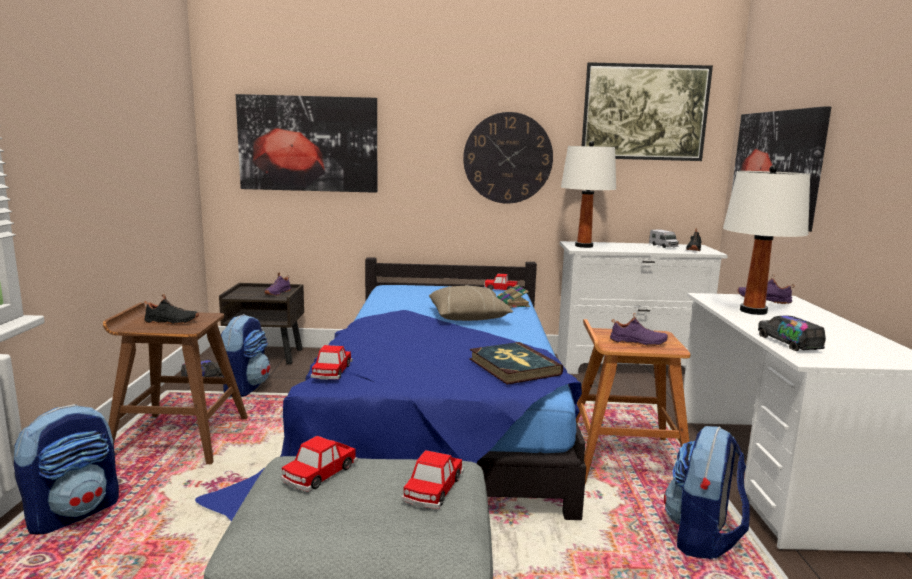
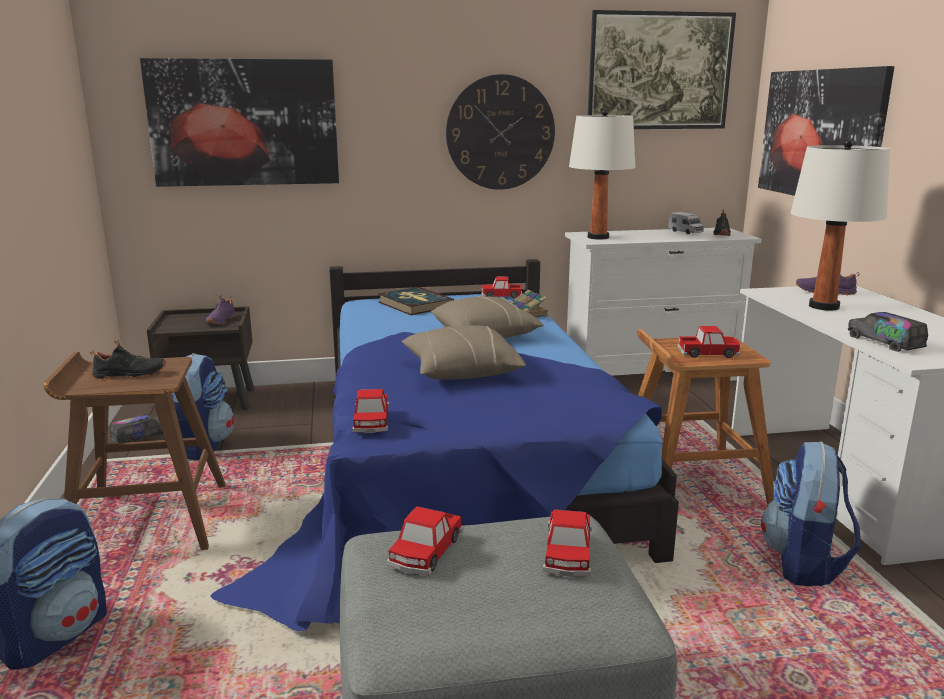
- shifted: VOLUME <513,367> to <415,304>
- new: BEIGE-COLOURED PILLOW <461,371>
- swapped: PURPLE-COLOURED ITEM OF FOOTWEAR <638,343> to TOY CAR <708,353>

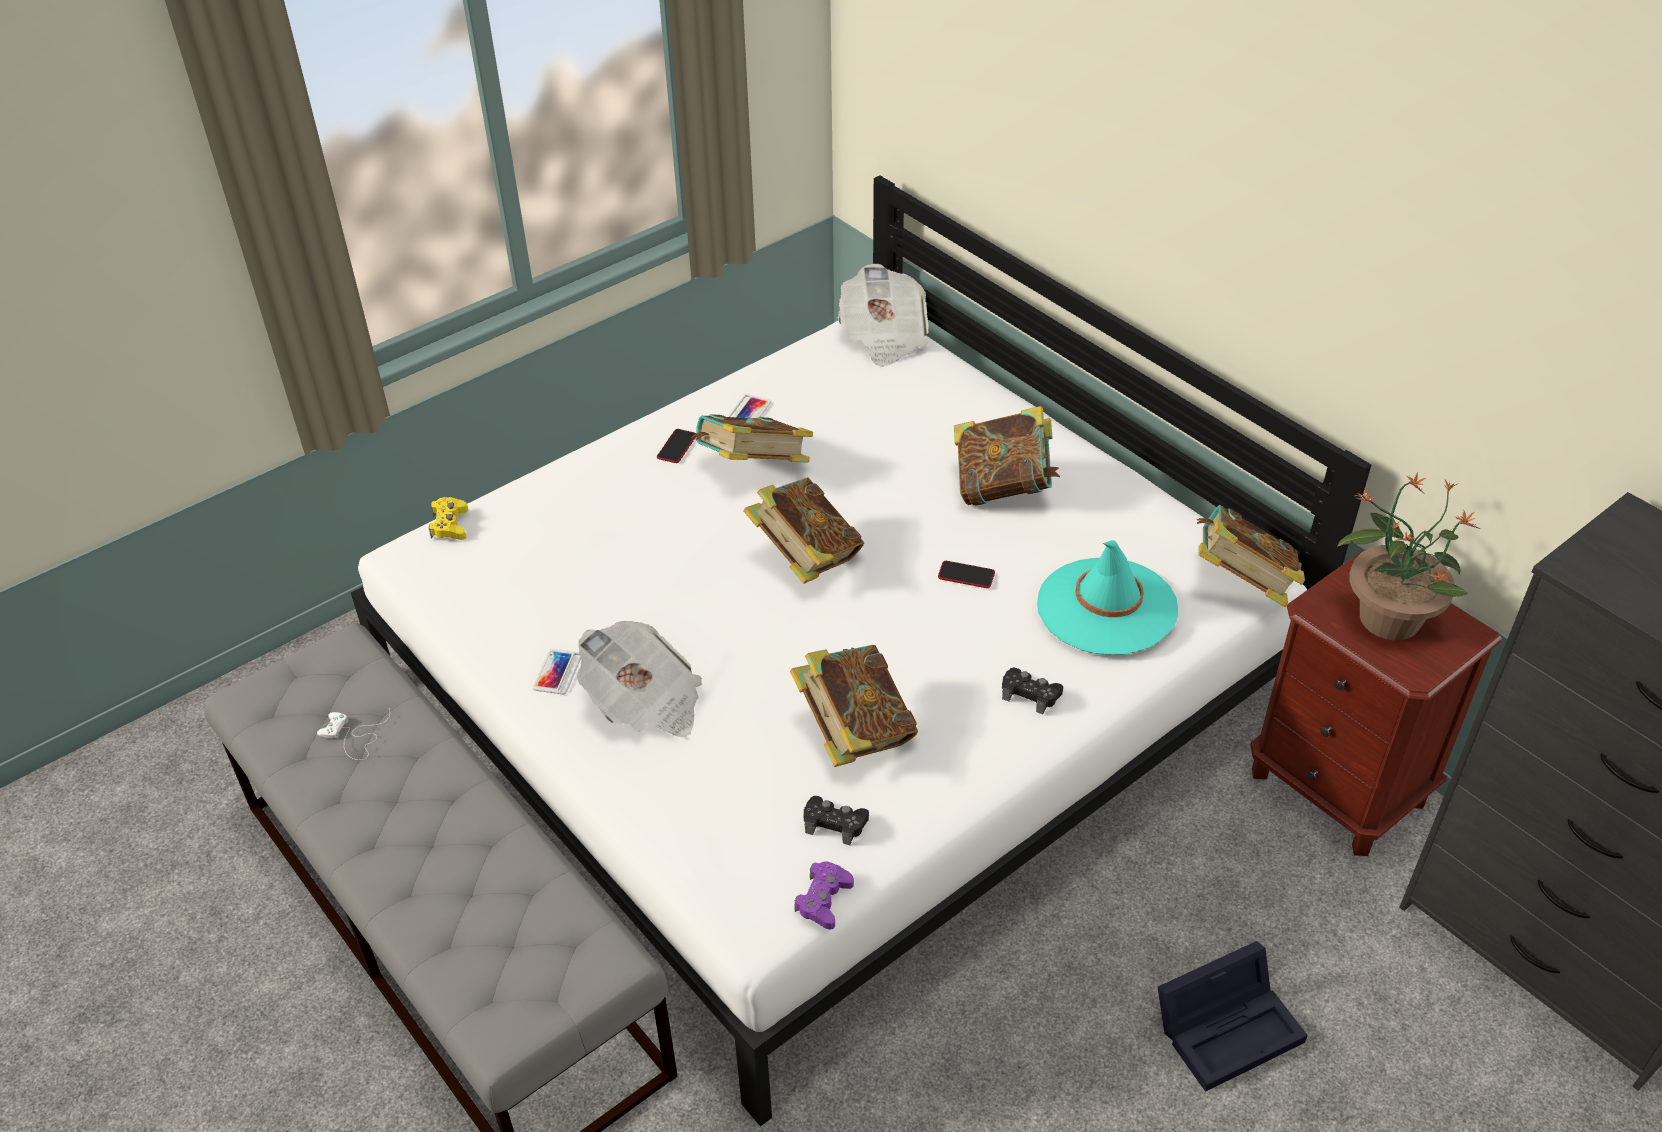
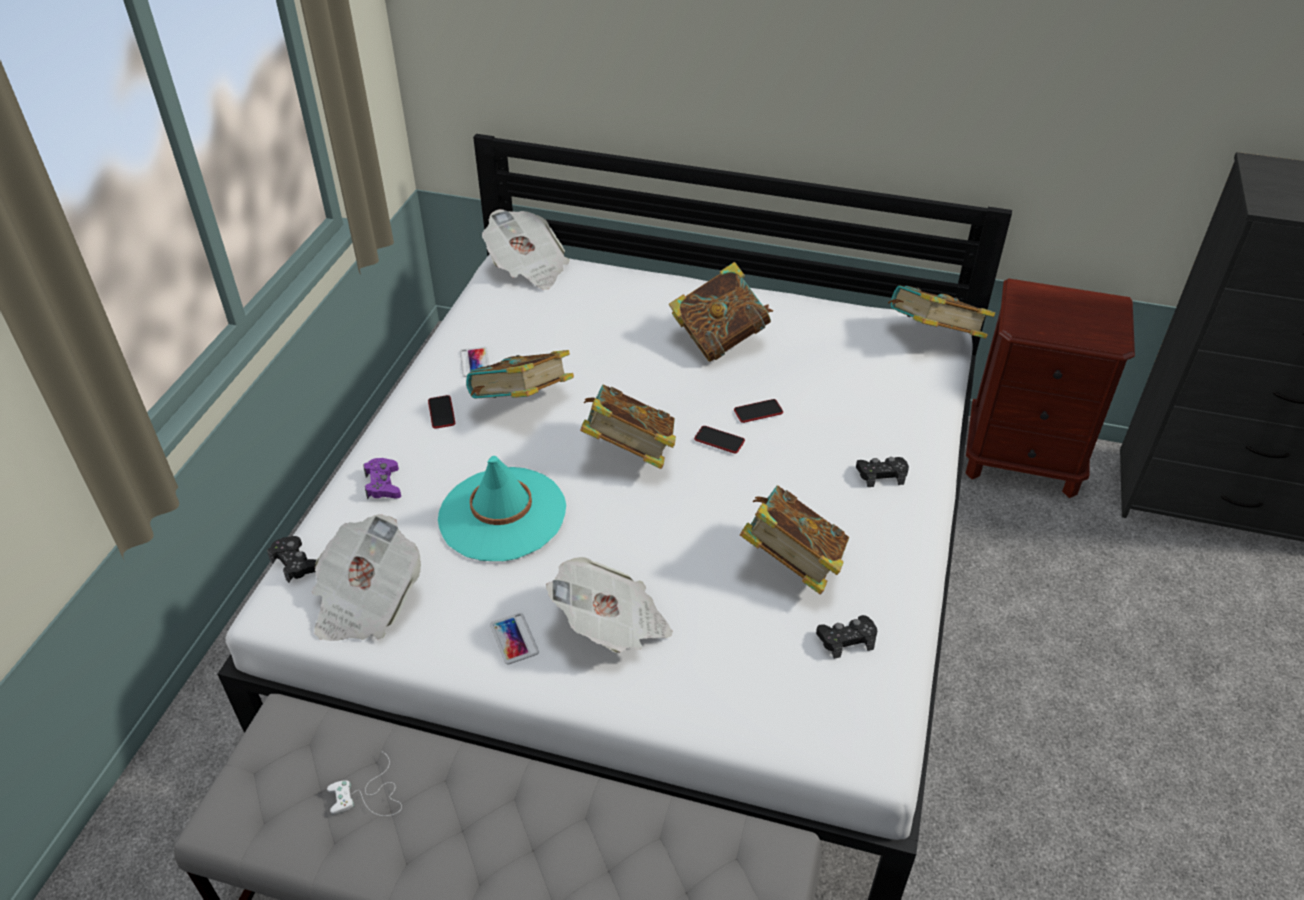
- repainted: YELLOW-COLOURED GAMEPAD <450,525> to BLACK-COLOURED GAMEPAD <295,563>
- new: NEWSPAPER <366,601>
- shifted: PURPLE-COLOURED GAMEPAD <823,900> to <383,484>
- shifted: BLUE-GREEN CLOTHING HAT <1106,607> to <502,514>
- new: TELEPHONE <719,440>
- gone: BLACK-COLOURED STORAGE BOX <1230,1026>
- gone: PLANT IN A POT <1388,617>

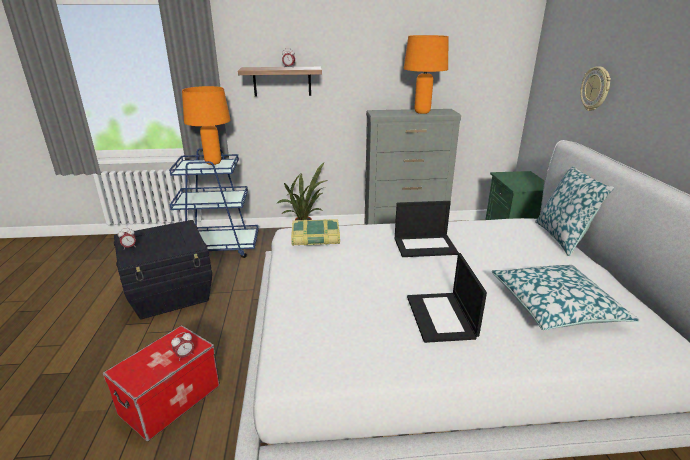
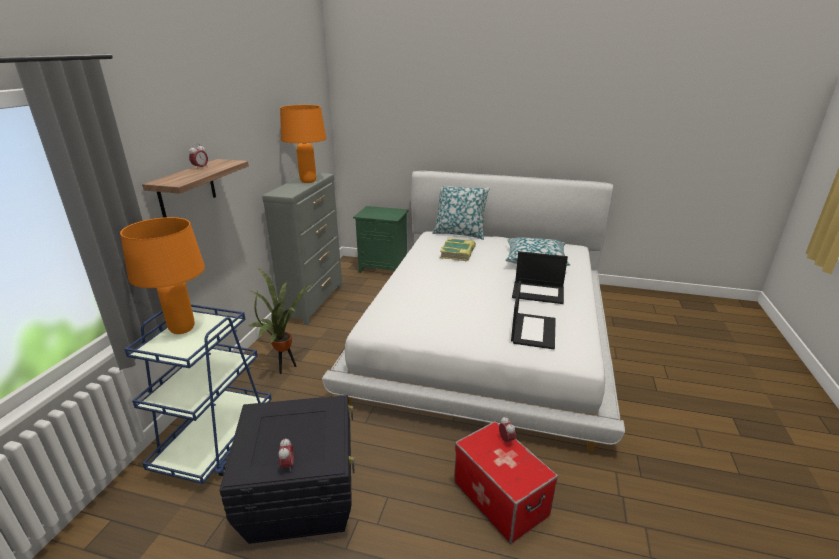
- shifted: VOLUME <315,237> to <458,253>
- shifted: NOTEBOOK COMPUTER <425,245> to <533,330>
- gone: CLOCK ON THE WALL <595,89>

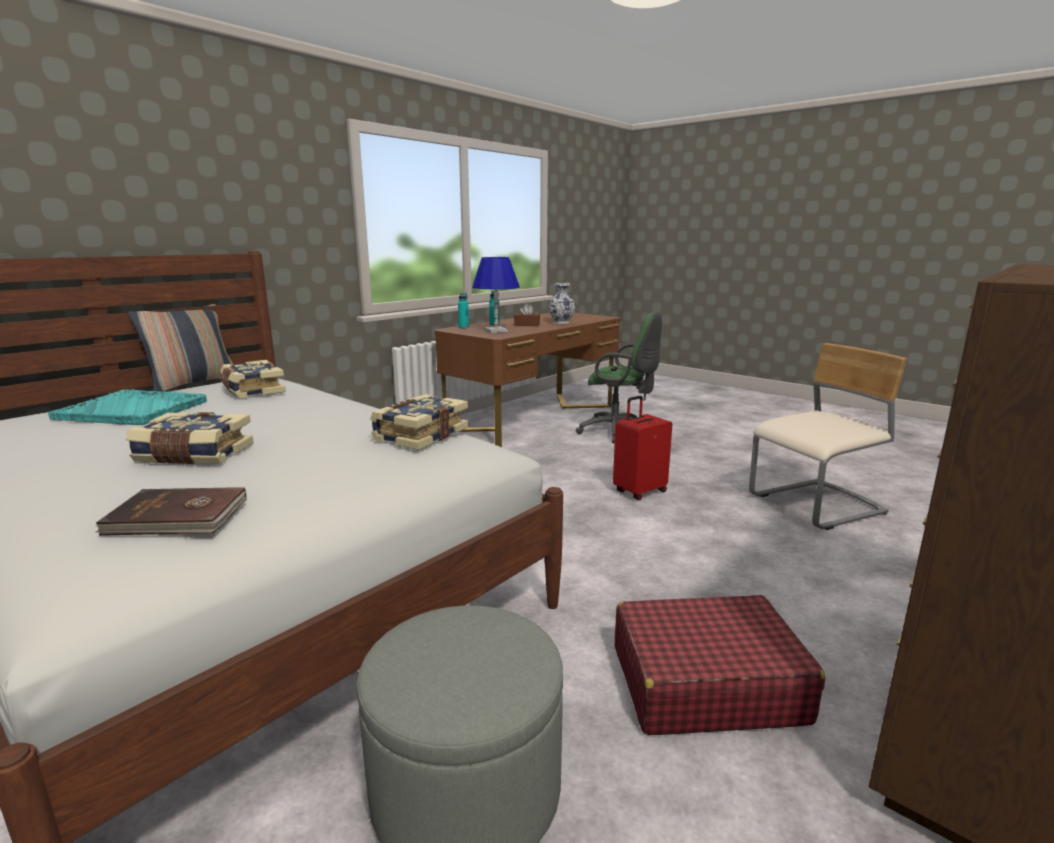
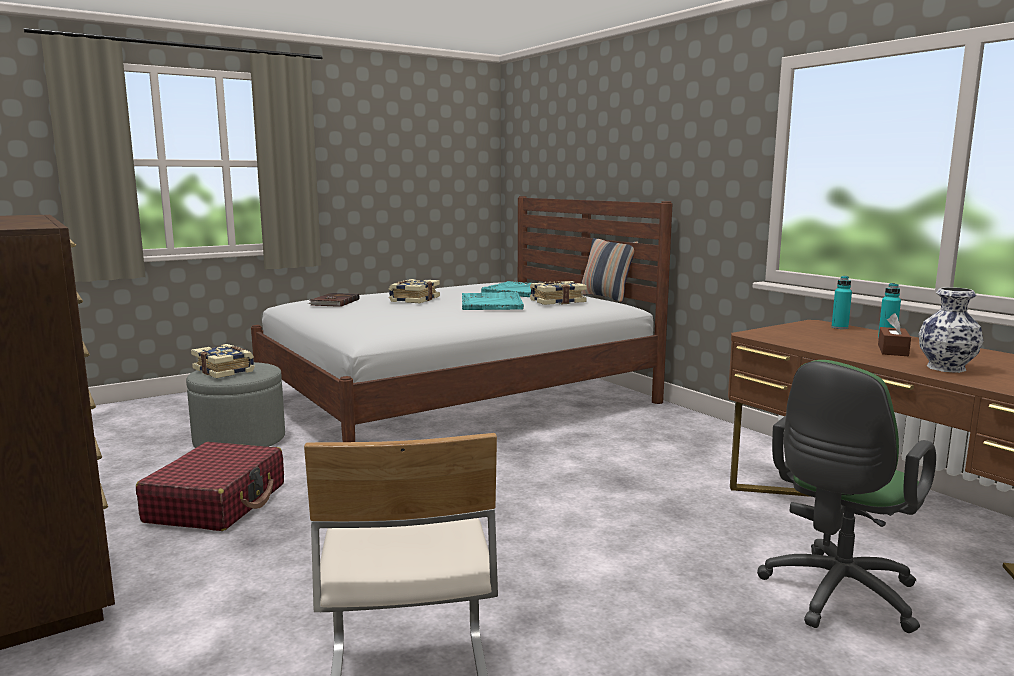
- shifted: VOLUME <420,435> to <225,370>
- new: BLUE-GREEN TRAY <491,303>
- gone: BLUE-COLOURED TABLETOP LAMP <496,331>
- gone: RED TRAVEL CASE <639,491>

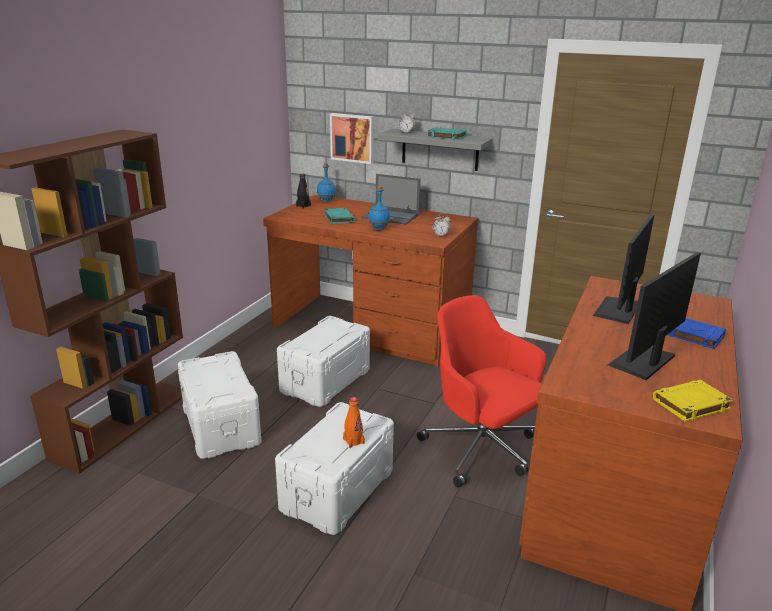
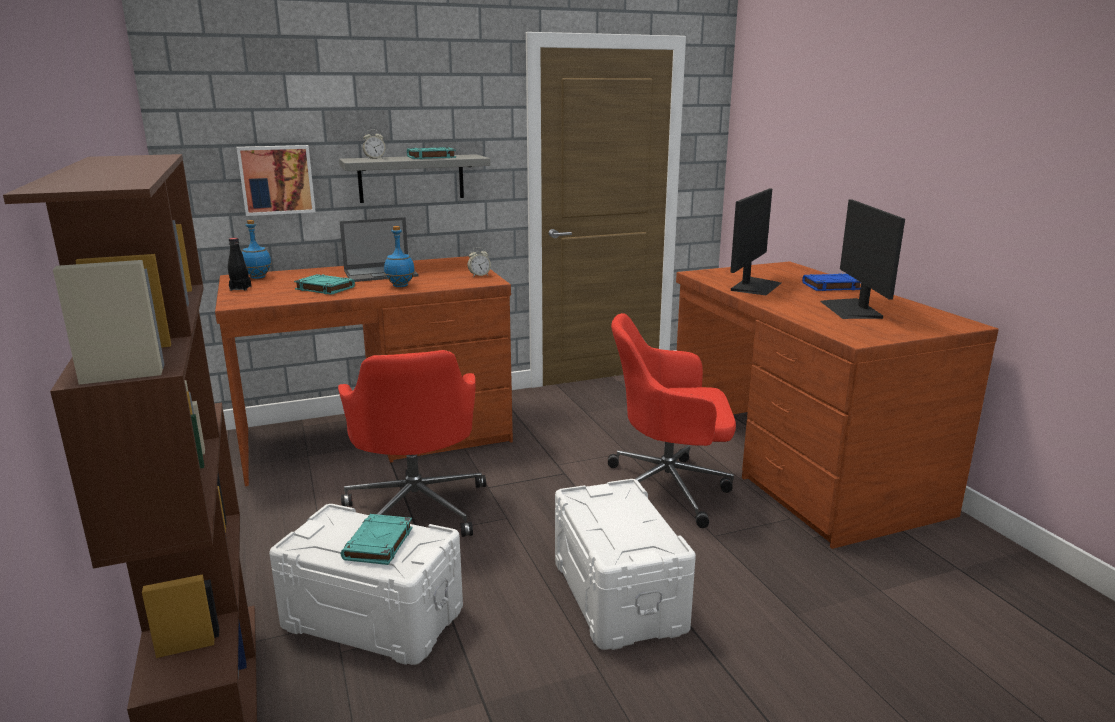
- swapped: WHITE STORAGE BOX <324,380> to RED DESK CHAIR <417,507>
- new: BLUE-GREEN VOLUME <378,544>
- rotated: COMPUTER SCREEN <618,310> = <755,286> 135 degrees counterclockwise
- gone: ORANGE-COLOURED BOTTLE <353,441>
- gone: YELLOW-COLOURED VOLUME <690,404>

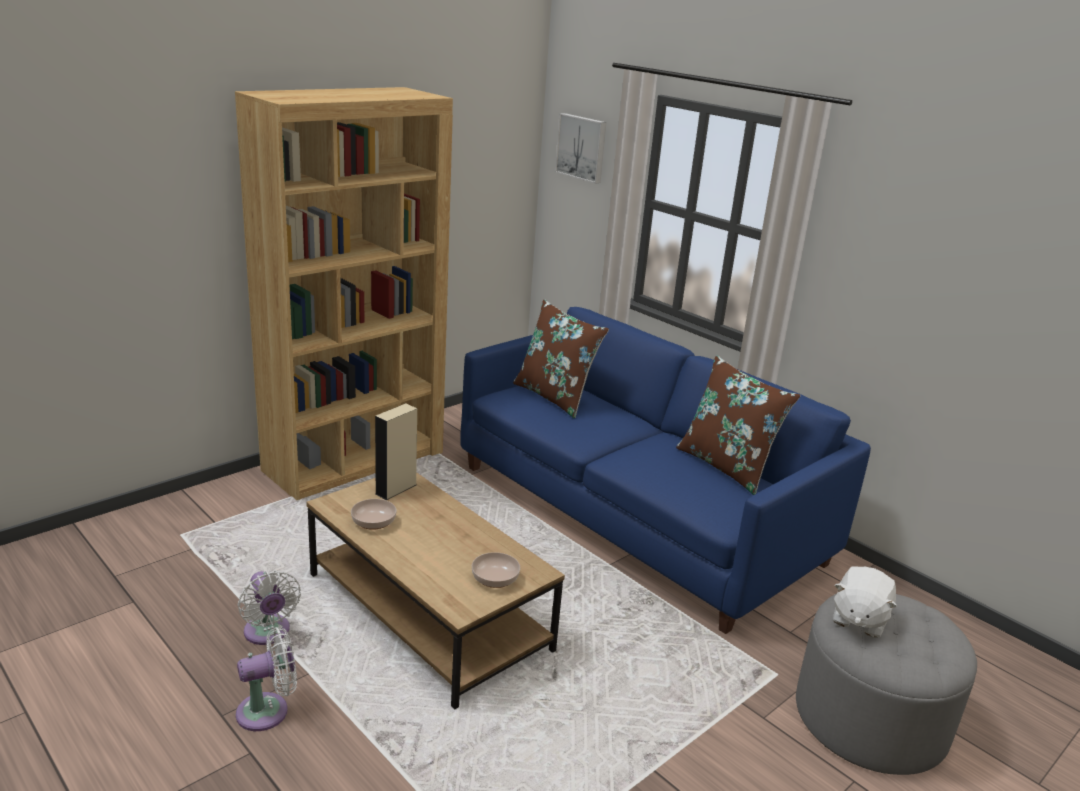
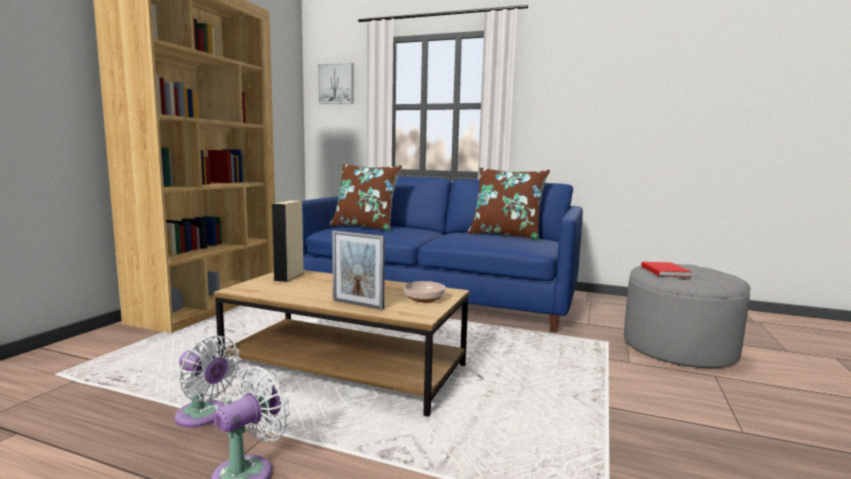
- new: STANDING FRAME <357,304>
- swapped: WHITE PLUSH TOY <858,619> to RED VOLUME <665,271>
- gone: SERVING BOWL <373,522>

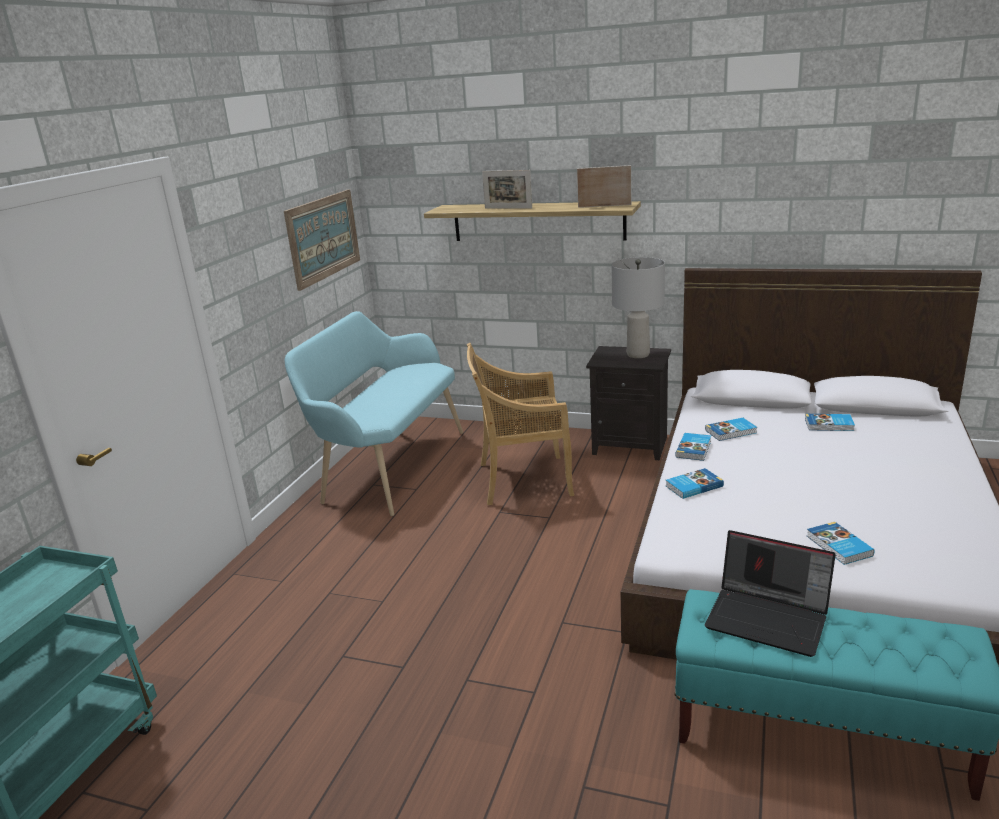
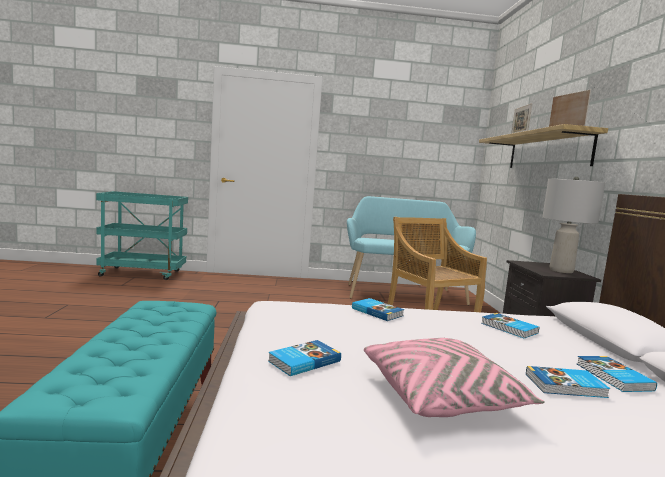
- new: PINKISH PILLOW <442,396>
- shifted: VOLUME <694,449> to <566,386>
- gone: WALL ART <323,237>
- gone: NOTEBOOK COMPUTER <769,618>

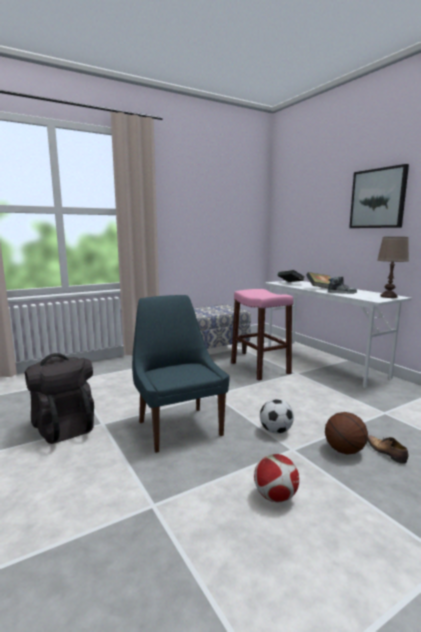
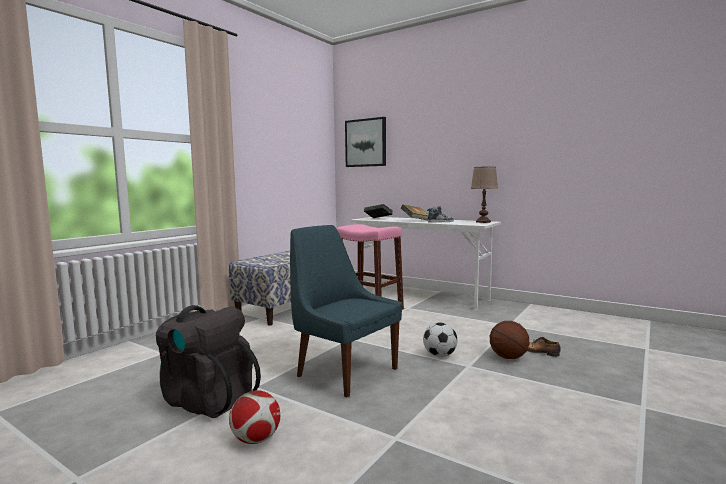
- shifted: FOOTBALL <275,497> to <256,440>
- shifted: WALL ART <378,198> to <366,143>

